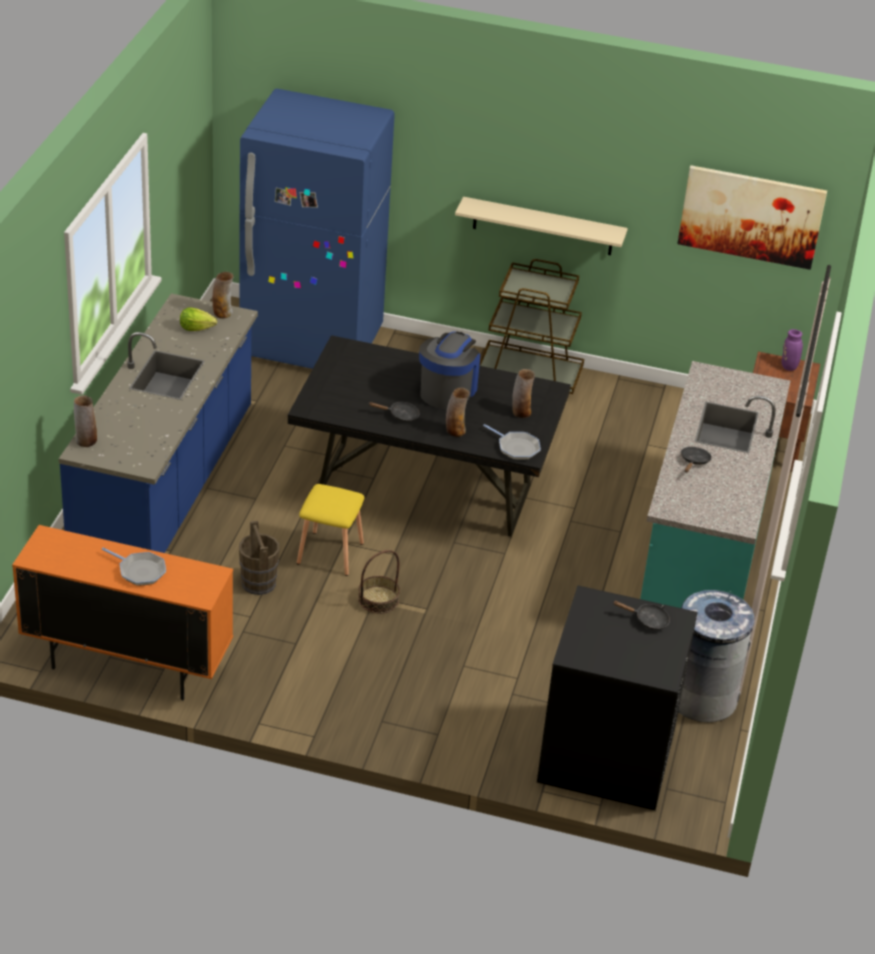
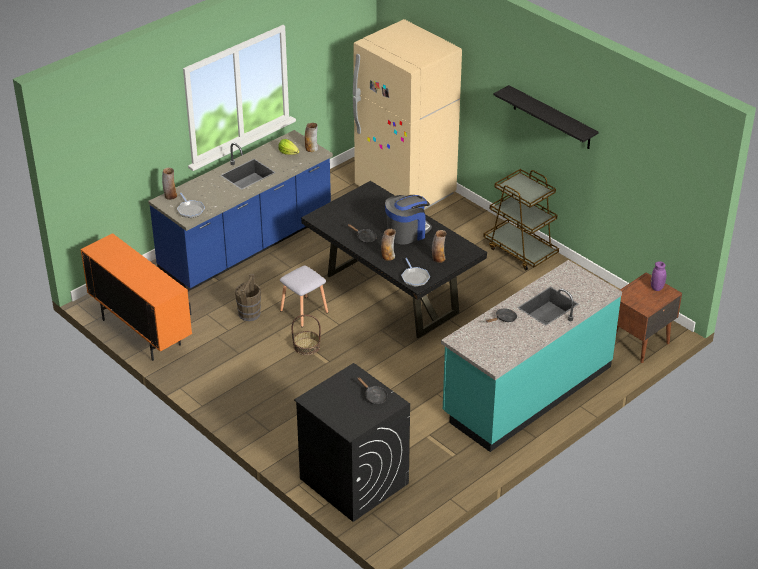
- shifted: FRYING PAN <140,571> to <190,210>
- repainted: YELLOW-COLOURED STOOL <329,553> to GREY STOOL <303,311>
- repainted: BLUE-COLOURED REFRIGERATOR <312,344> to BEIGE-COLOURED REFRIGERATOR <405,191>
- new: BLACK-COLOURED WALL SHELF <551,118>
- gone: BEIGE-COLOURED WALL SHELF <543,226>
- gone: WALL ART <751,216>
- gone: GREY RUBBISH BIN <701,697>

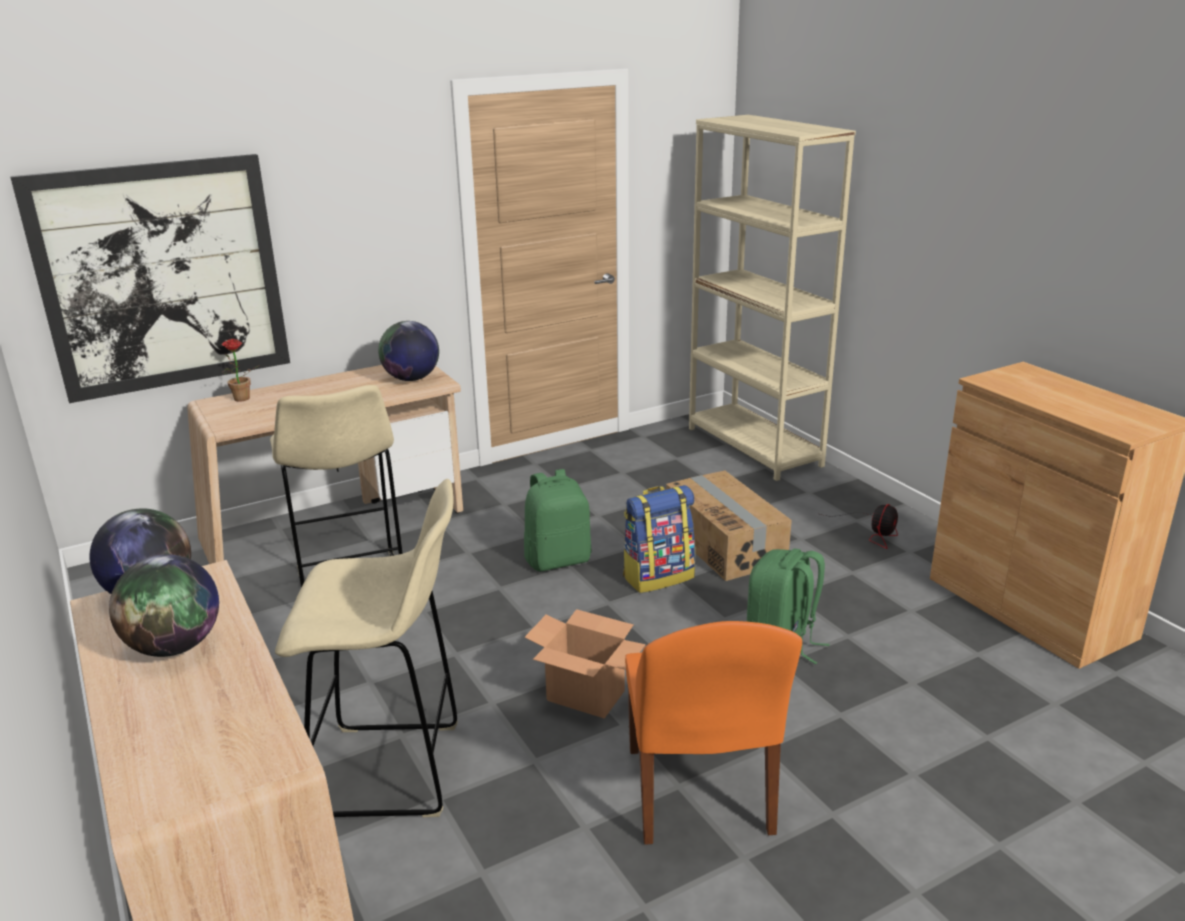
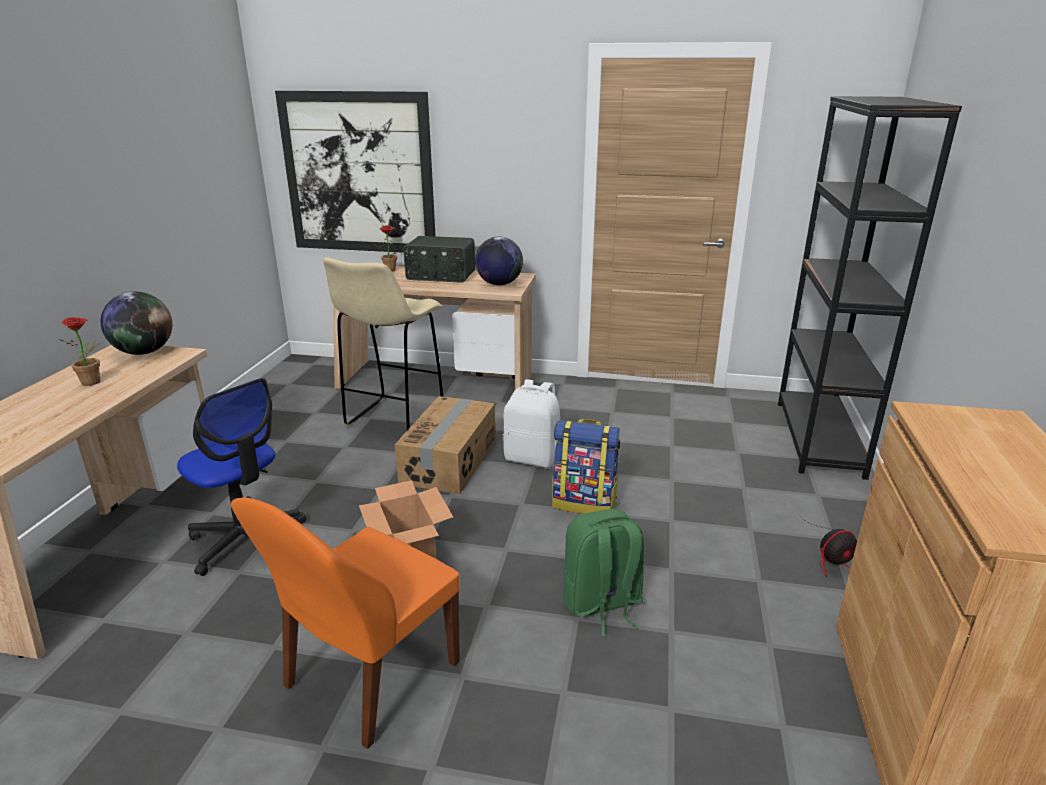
- swapped: WORLD GLOBE <175,646> to PLANT IN A POT <95,382>
- swapped: BEIGE-COLOURED STOOL <394,770> to DESK CHAIR <247,540>
- shifted: CARDBOARD BOX <725,544> to <450,461>
- new: RADIO <440,275>
- repainted: GREEN RUCKSACK <558,560> to WHITE RUCKSACK <533,458>
- repainted: BEIGE-COLOURED BOOKCASE <754,447> to BLACK-COLOURED BOOKCASE <818,438>

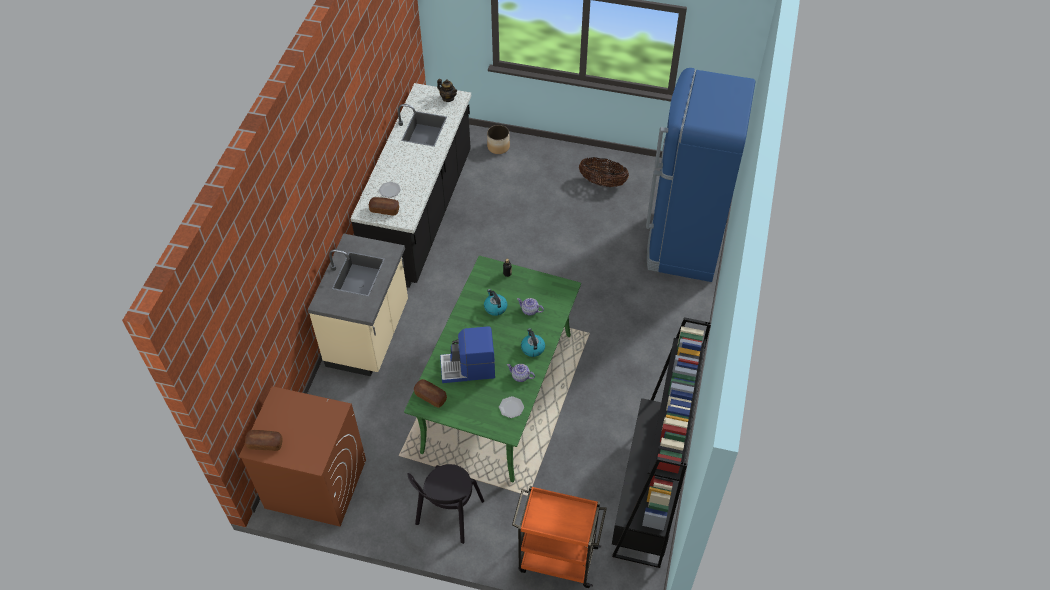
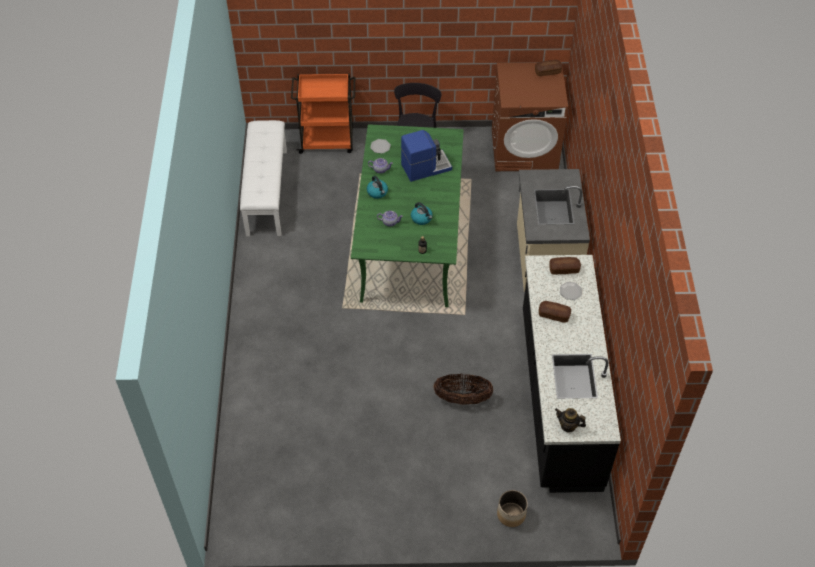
- swapped: BLACK-COLOURED BOOKCASE <648,495> to WHITE BENCH <266,192>
- shifted: HOUSEHOLD BASKET <602,182> to <462,398>
- shifted: BAKERY BREAD <430,396> to <554,315>
- gone: BLUE-COLOURED REFRIGERATOR <684,244>

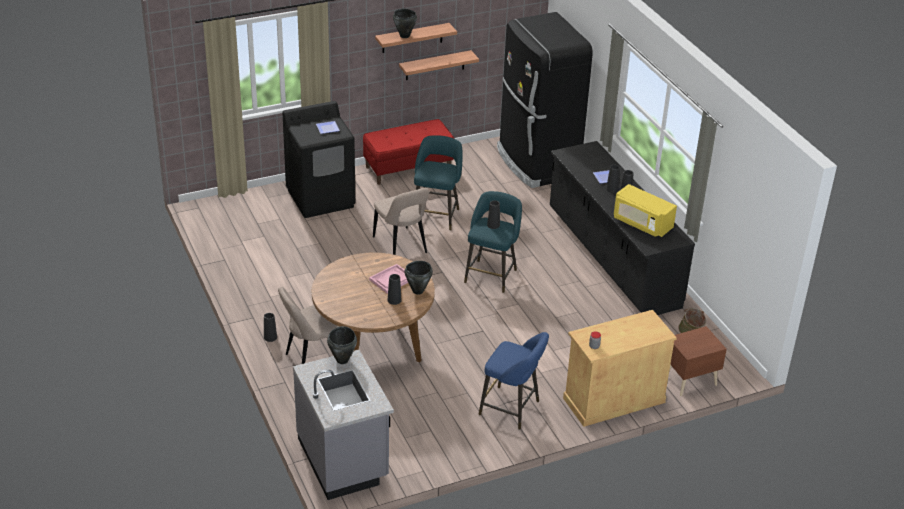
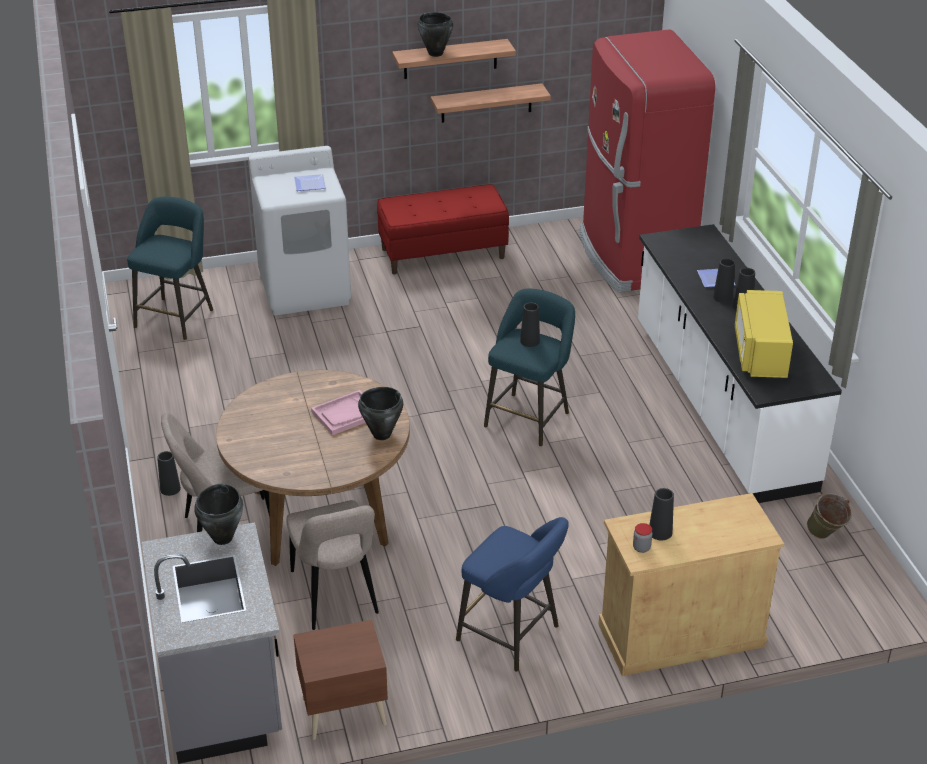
- shifted: BLUE-GREEN STOOL <436,215> to <176,316>
- repainted: BLACK-COLOURED WASHING MACHINE <321,198> to WHITE WASHING MACHINE <305,289>
- shifted: BEIGE-COLOURED CHAIR <401,247> to <336,596>
- shifted: BROWN-COLOURED BEDSIDE TABLE <689,380> to <342,710>
- repainted: BLACK-COLOURED REFRIGERATOR <536,163> to RED REFRIGERATOR <633,257>
- repainted: BLACK-COLOURED KITCHEN COUNTER <611,258> to WHITE KITCHEN COUNTER <720,405>
- shifted: BLACK-COLOURED DECORATIVE VASE <394,300> to <660,532>
- rotated: YELLOW-COLOURED MICROWAVE OVEN <642,223> = <760,353> 45 degrees clockwise

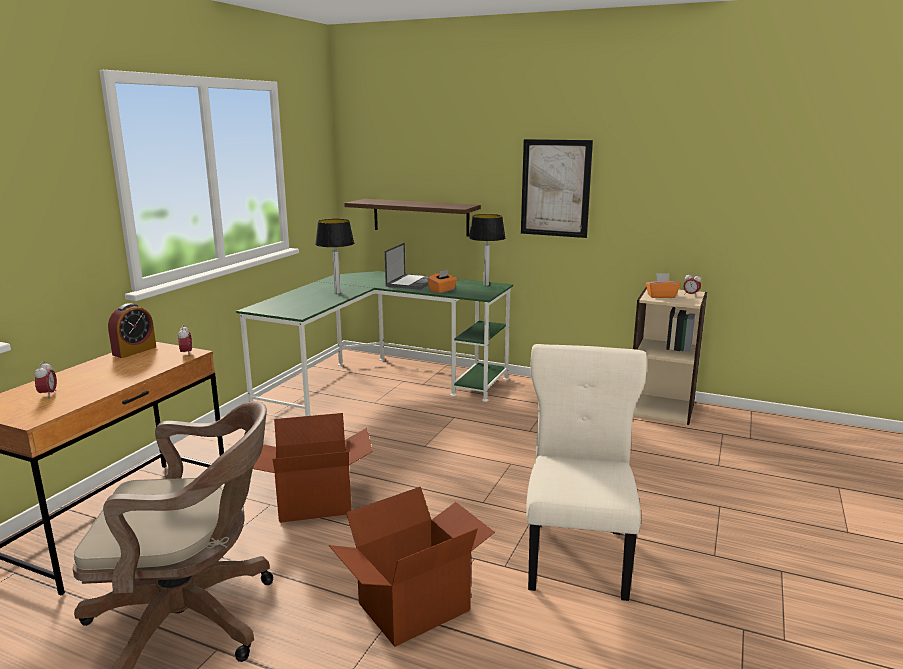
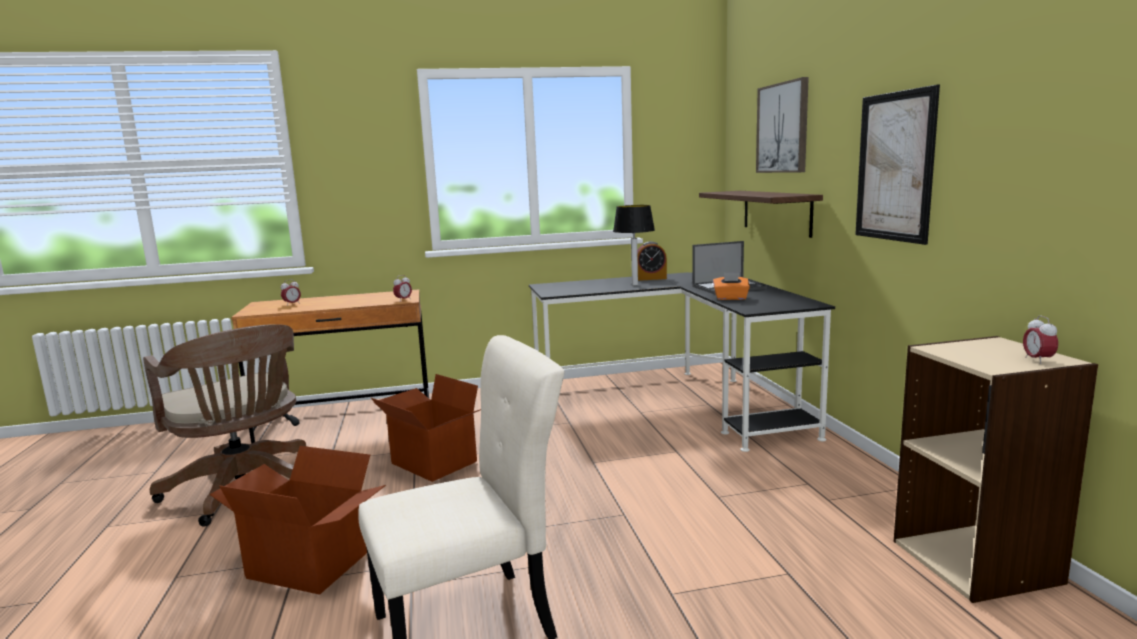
- repainted: GREEN DESK UNIT <379,386> to BLACK-COLOURED DESK UNIT <677,401>
- shifted: TABLE CLOCK <134,351> to <651,278>
- new: WALL ART <783,128>
- gone: TABLETOP LAMP <486,285>
- gone: ORANGE-COLOURED TISSUE BOX <661,296>

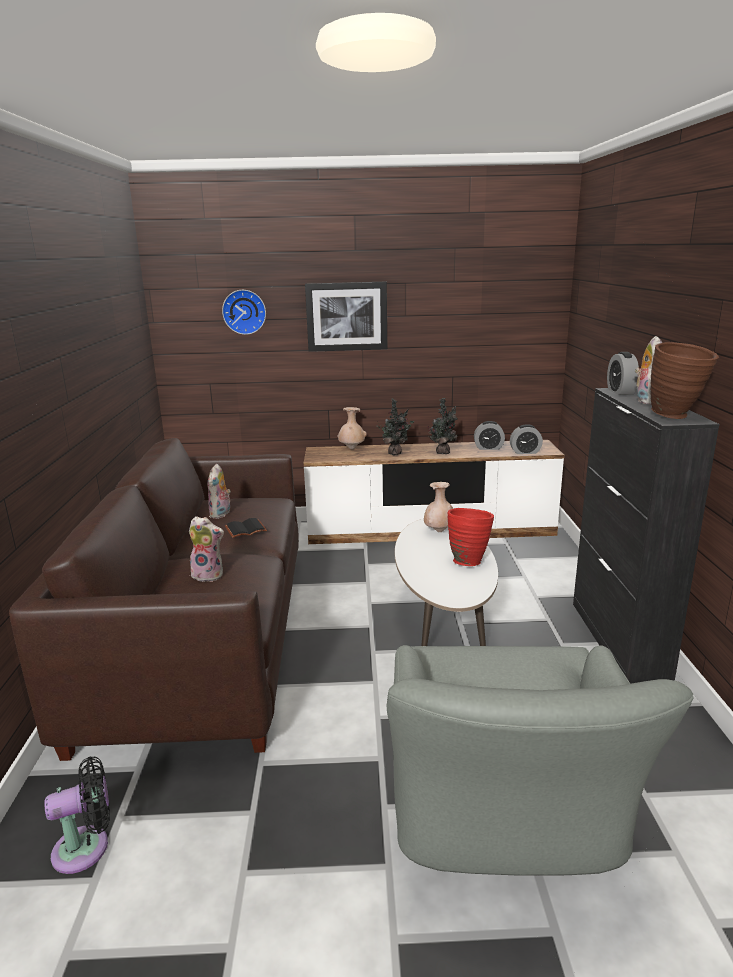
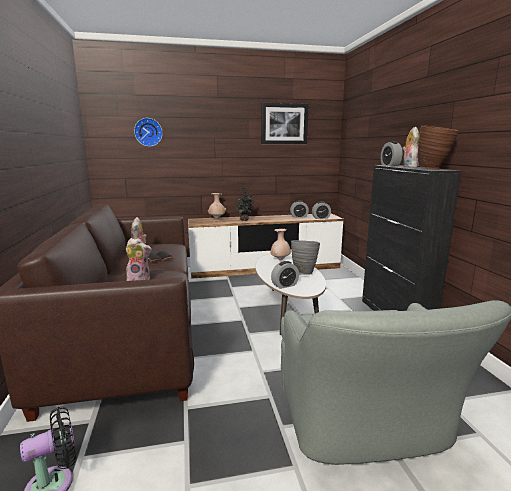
- shifted: WALL ART <346,316> to <284,124>
- new: TABLE CLOCK <284,285>
- repainted: RED DECORATIVE VASE <468,560> to GREY DECORATIVE VASE <303,273>
- gone: PLANT IN A POT <443,452>

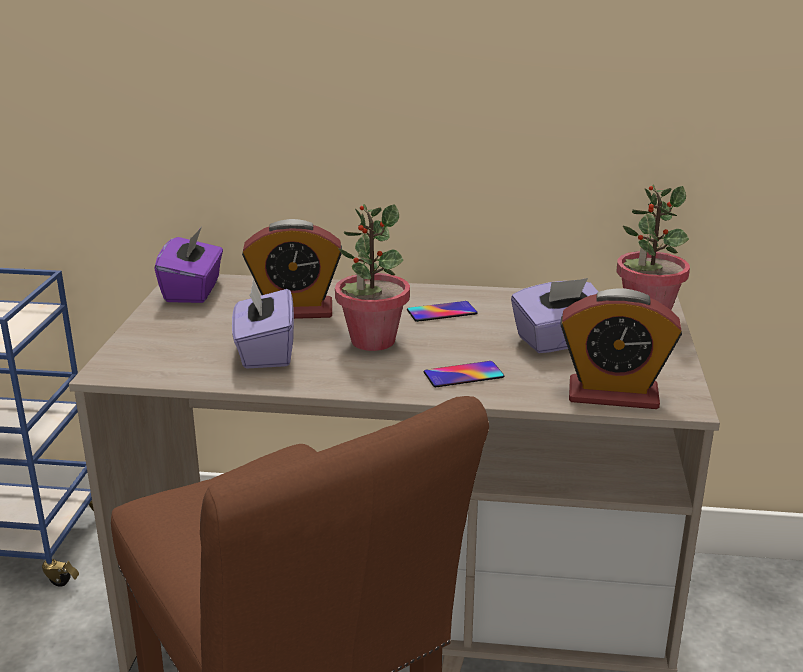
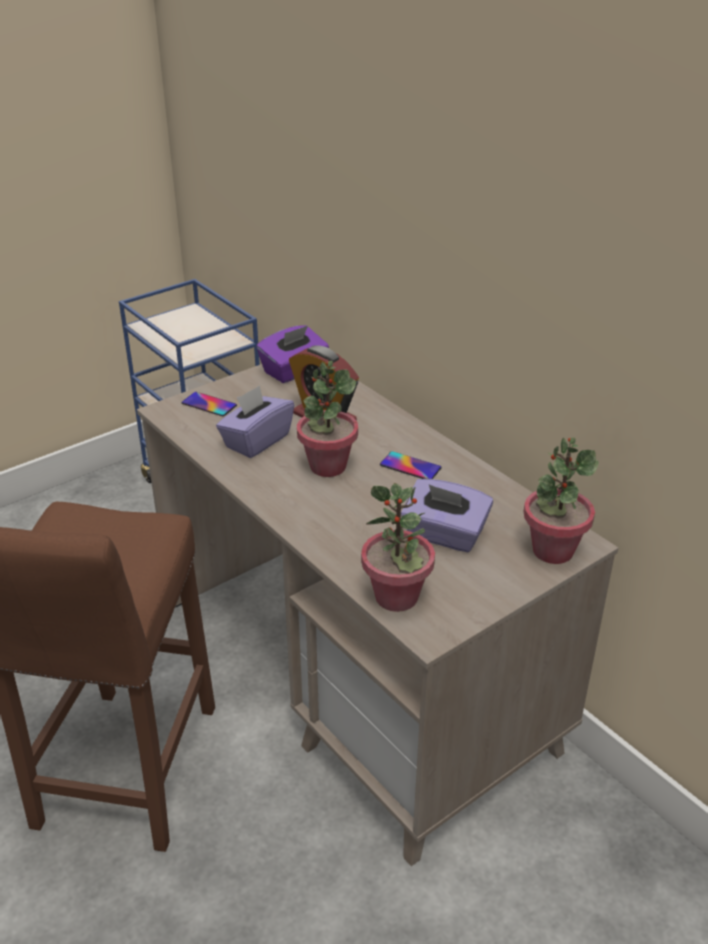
- shifted: TELEPHONE <463,375> to <209,404>
- swapped: TABLE CLOCK <613,395> to PLANT IN A POT <397,597>

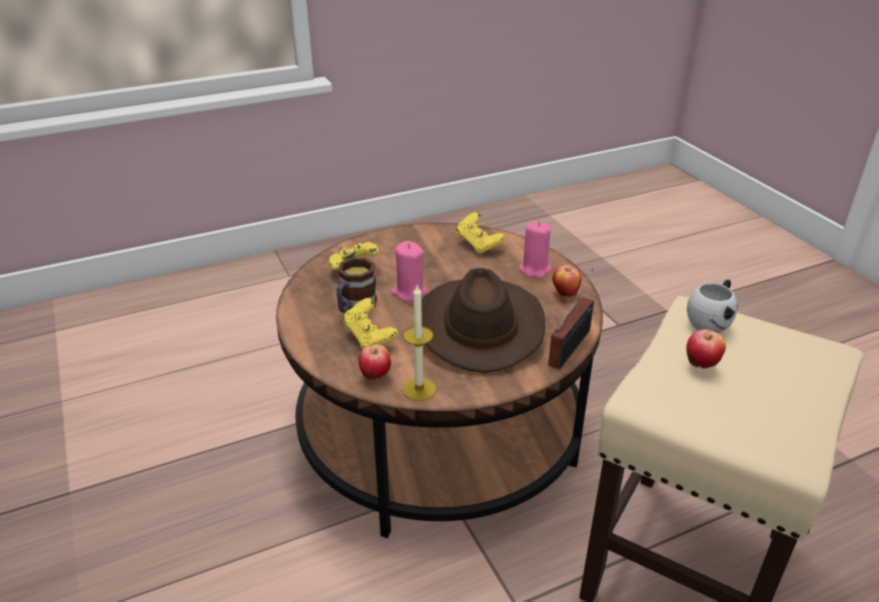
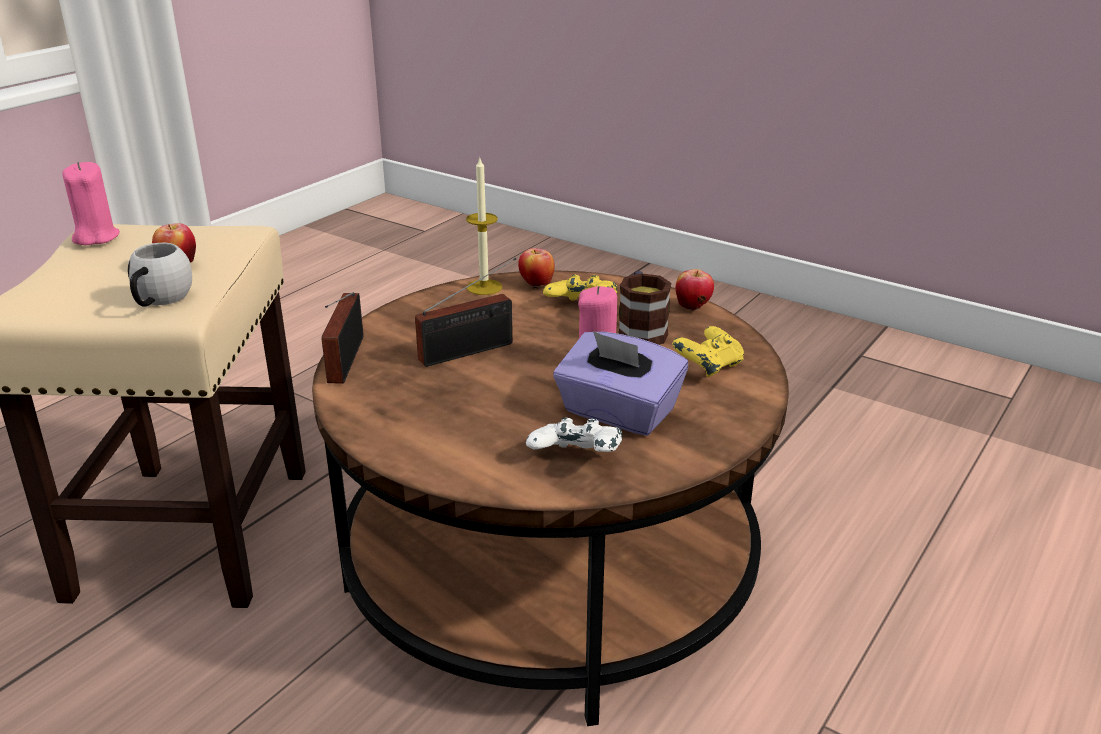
- shifted: PINKISH WAX CANDLE <535,269> to <96,237>
- swapped: BROWN-COLOURED CLOTHING HAT <479,326> to RADIO <472,351>
- repainted: YELLOW-COLOURED GAMEPAD <478,245> to WHITE GAMEPAD <577,461>
- new: PURPLE-COLOURED TISSUE BOX <618,413>
- shifted: WHOLE APPLE <565,293> to <693,307>

